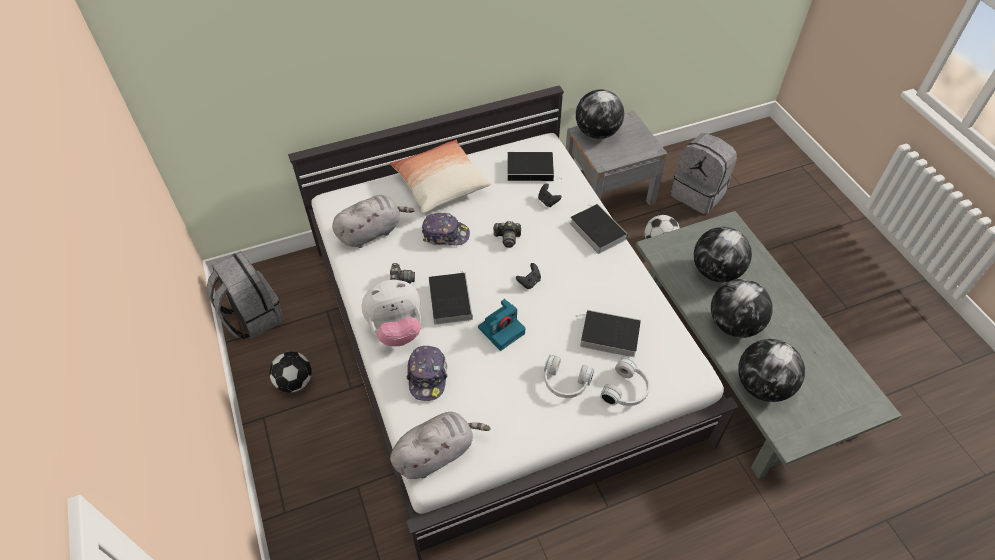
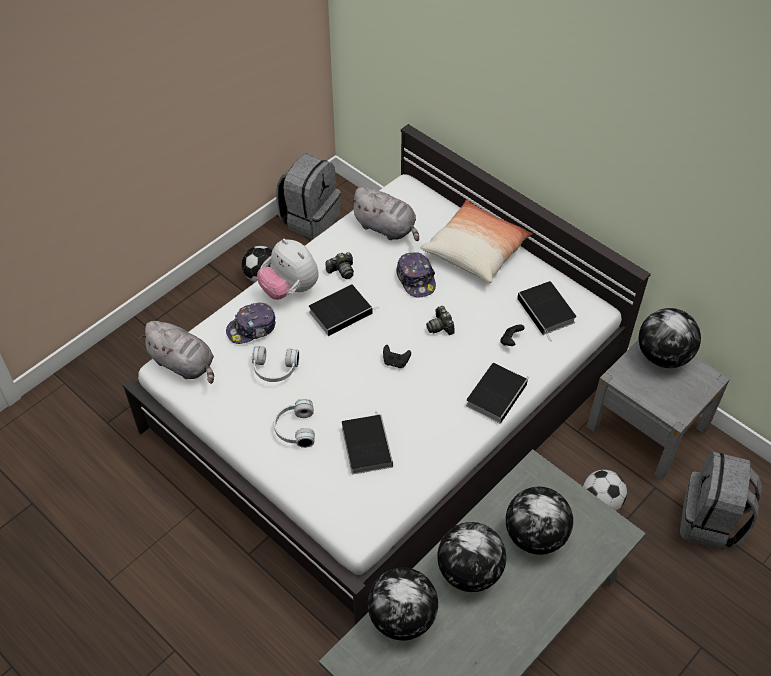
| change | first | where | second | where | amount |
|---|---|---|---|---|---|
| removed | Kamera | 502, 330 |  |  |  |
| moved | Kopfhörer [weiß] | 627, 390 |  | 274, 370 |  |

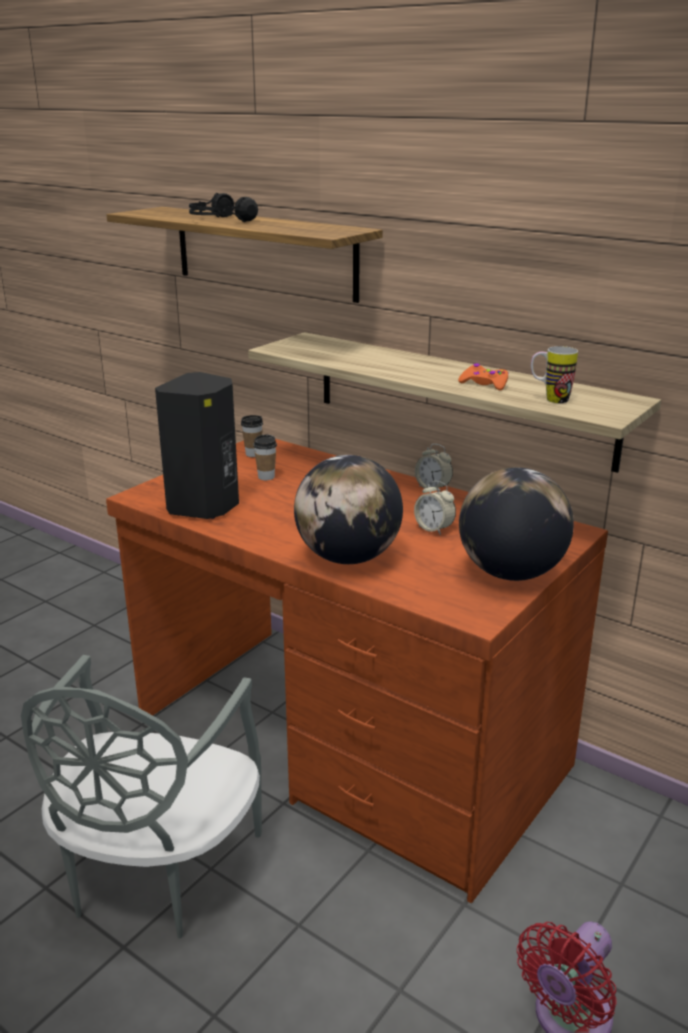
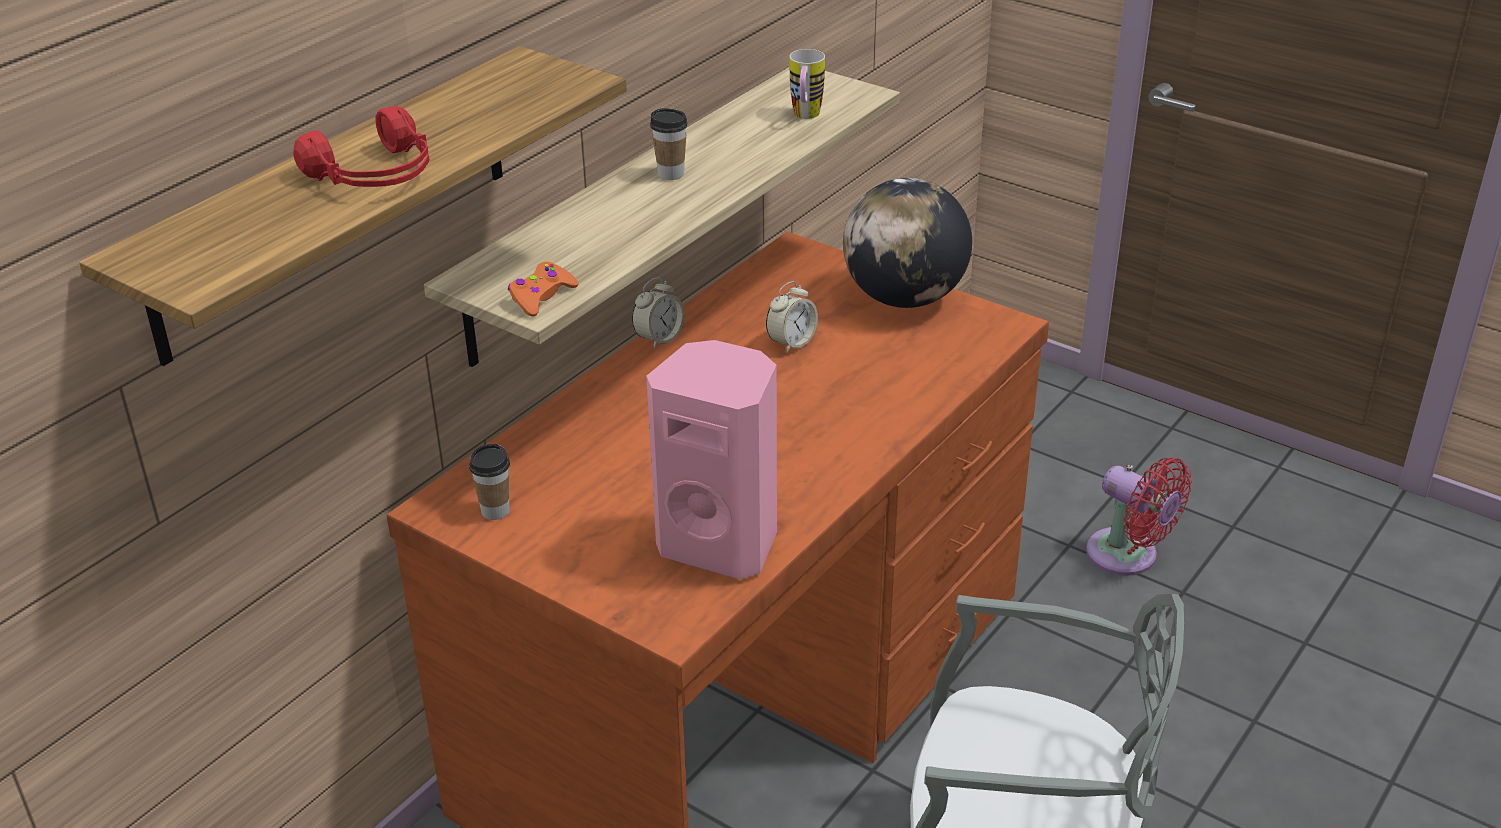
| change | first | where | second | where | amount |
|---|---|---|---|---|---|
| removed | Globus | 348, 558 |  |  |  |
| moved | Tasse | 266, 477 |  | 671, 174 |  |
| moved | Gamepad [orange] | 484, 384 |  | 541, 297 |  |
| recoloured | Lautsprecher [schwarz] | 206, 507 | Lautsprecher [rosa] | 721, 543 |  |
| recoloured | Kopfhörer [schwarz] | 219, 220 | Kopfhörer [rot] | 376, 175 |  |

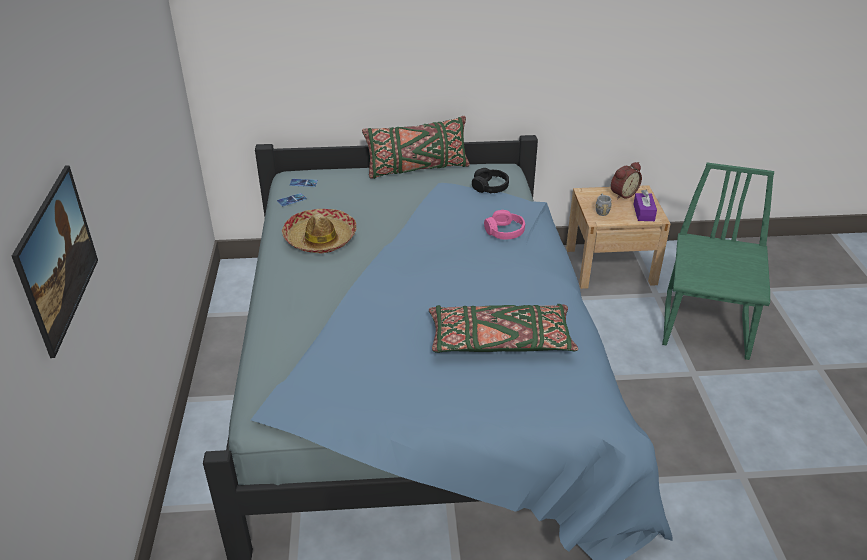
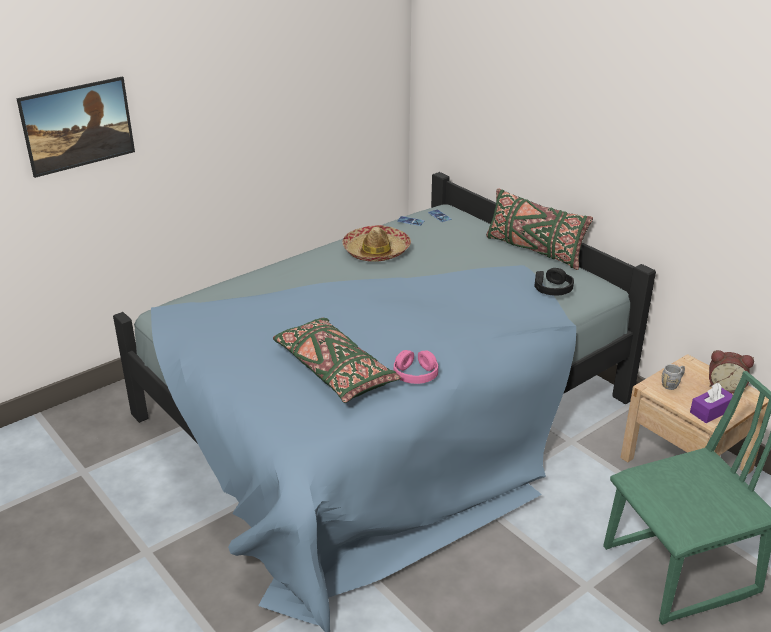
| change | first | where | second | where | amount |
|---|---|---|---|---|---|
| moved | Kopfhörer [rosa] | 504, 231 |  | 415, 374 |  |

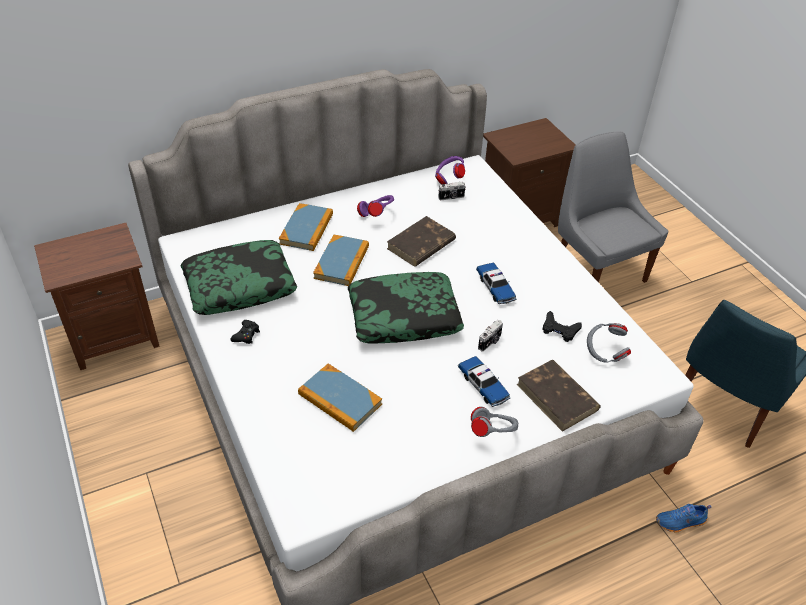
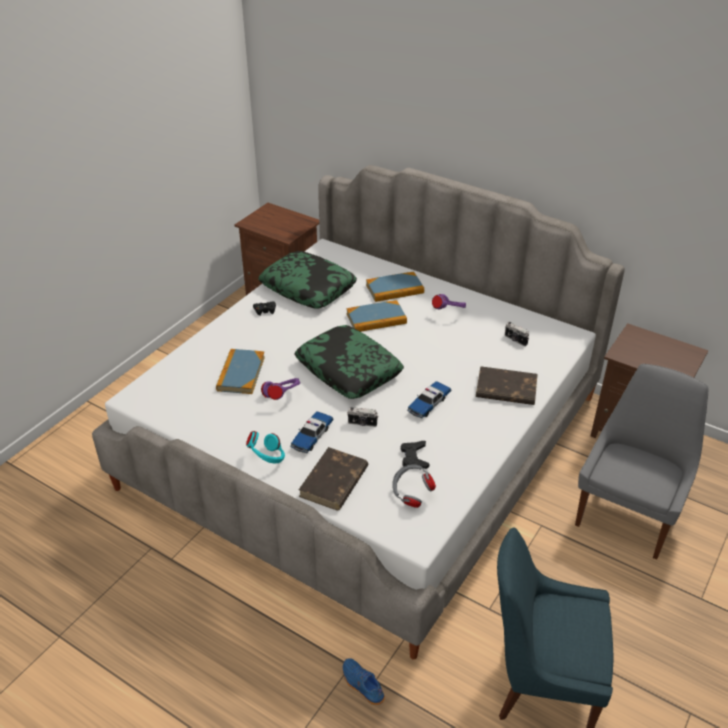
| change | first | where | second | where | amount |
|---|---|---|---|---|---|
| moved | Buch [braun] | 420, 245 |  | 505, 389 |  |
| moved | Kopfhörer [lila] | 449, 179 |  | 282, 397 |  |
| recoloured | Kopfhörer [grau] | 492, 432 | Kopfhörer [türkis] | 267, 458 |  |

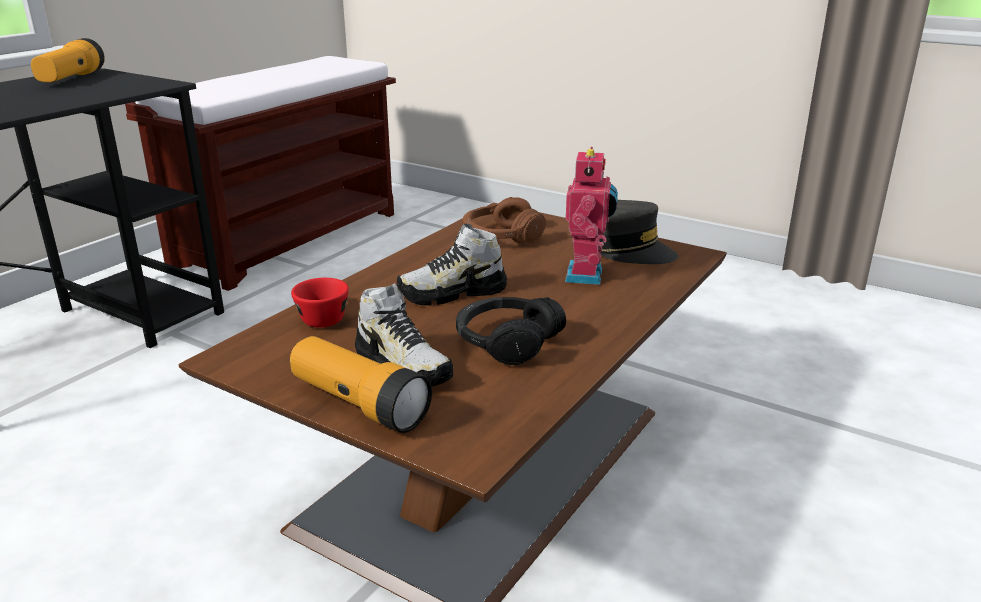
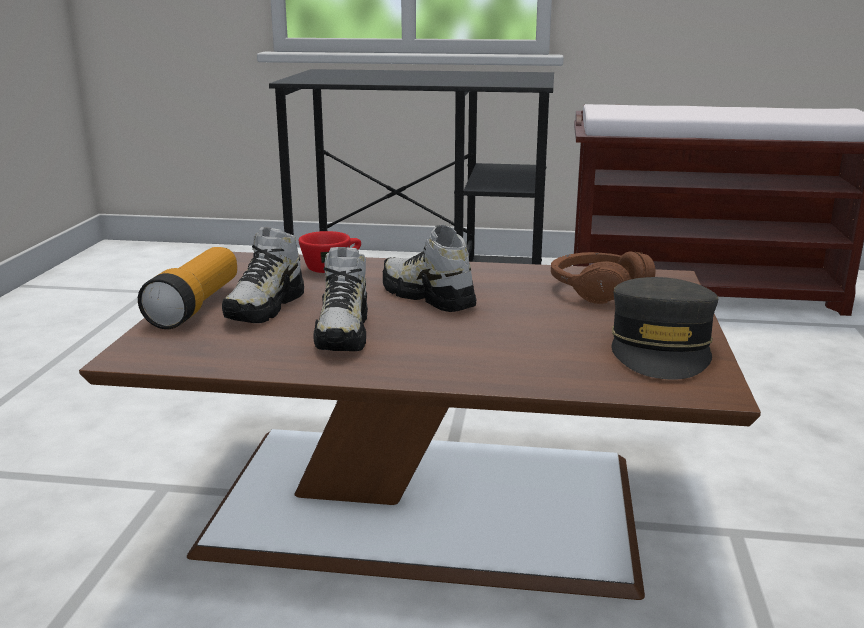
| change | first | where | second | where | amount |
|---|---|---|---|---|---|
| removed | Taschenlampe | 71, 79 |  |  |  |
| removed | Spielzeugroboter | 587, 275 |  |  |  |
| replaced | Kopfhörer [schwarz] | 507, 342 | Schuh | 344, 333 |  |

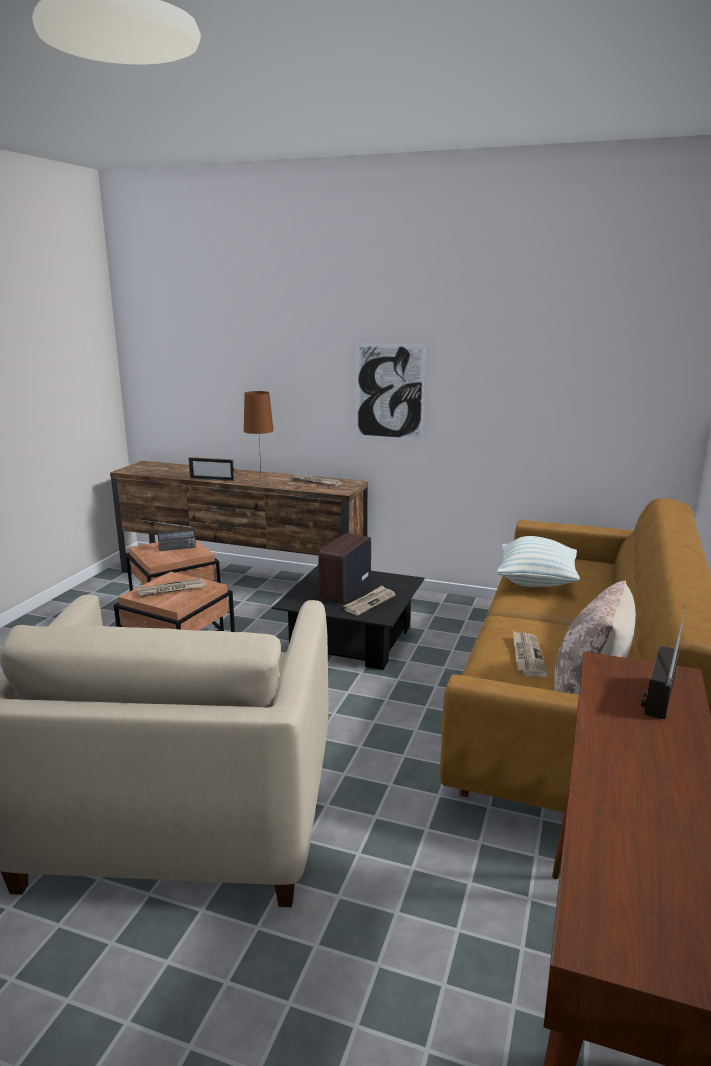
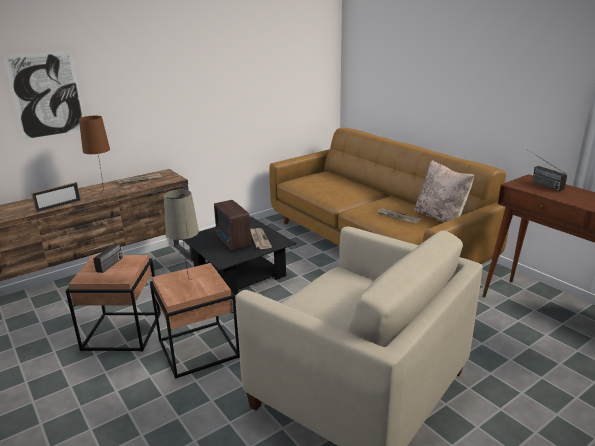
| change | first | where | second | where | amount |
|---|---|---|---|---|---|
| removed | Kissen | 536, 582 |  |  |  |
| moved | Bild | 389, 392 |  | 47, 95 |  |
| replaced | Zeitung | 171, 590 | Tischlampe [beige] | 188, 283 |  |

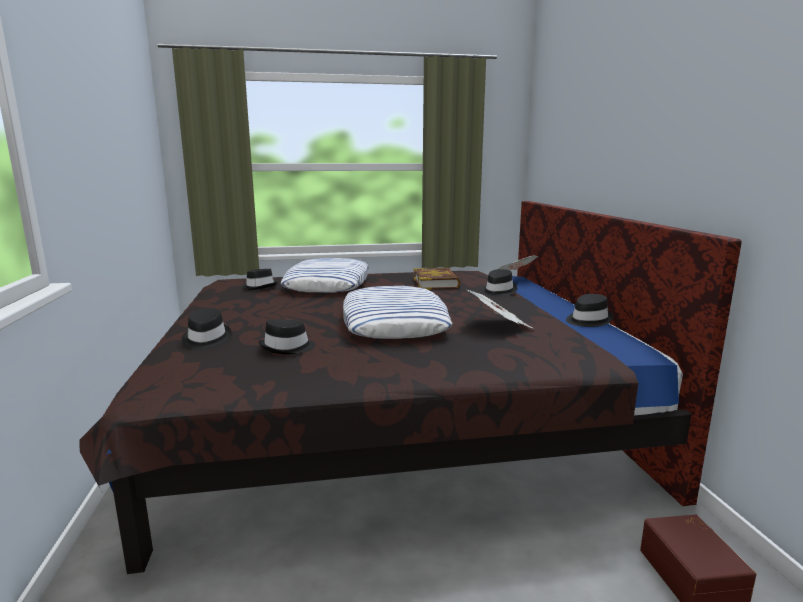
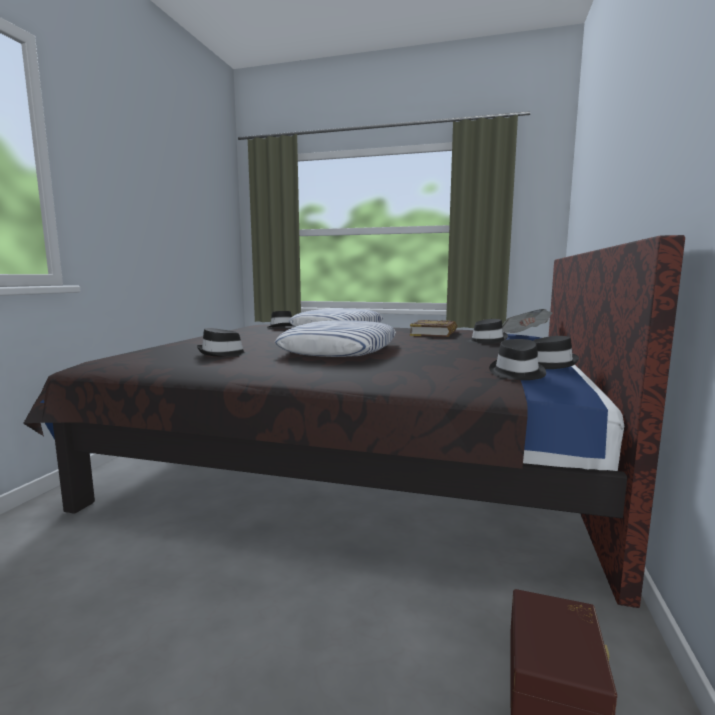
| change | first | where | second | where | amount |
|---|---|---|---|---|---|
| removed | Zeitung | 499, 326 |  |  |  |
| moved | Hut [schwarz] | 205, 339 |  | 516, 373 |  |

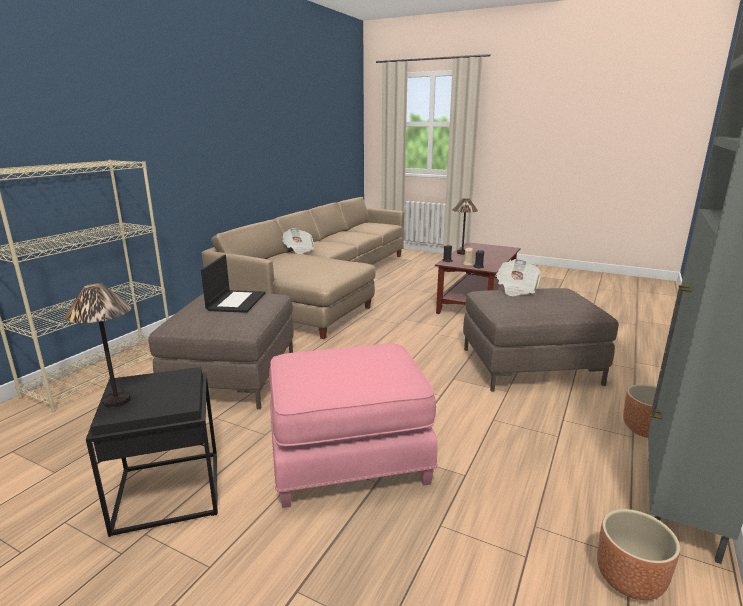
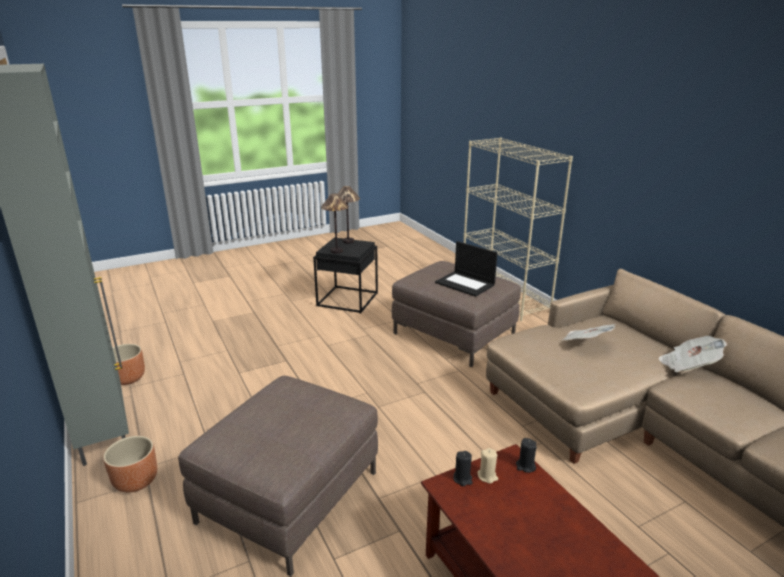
| change | first | where | second | where | amount |
|---|---|---|---|---|---|
| removed | Polsterhocker [rosa] | 348, 461 |  |  |  |
| moved | Tischlampe | 462, 253 |  | 336, 251 |  |
| moved | Zeitung | 516, 289 |  | 585, 344 |  |

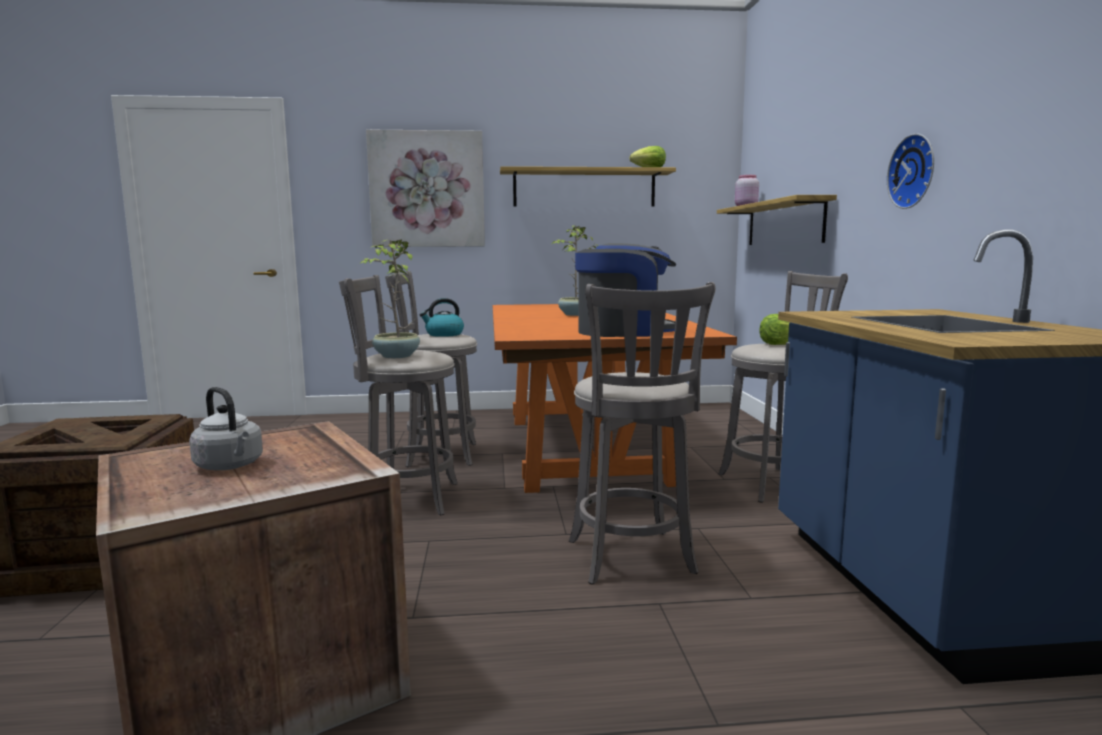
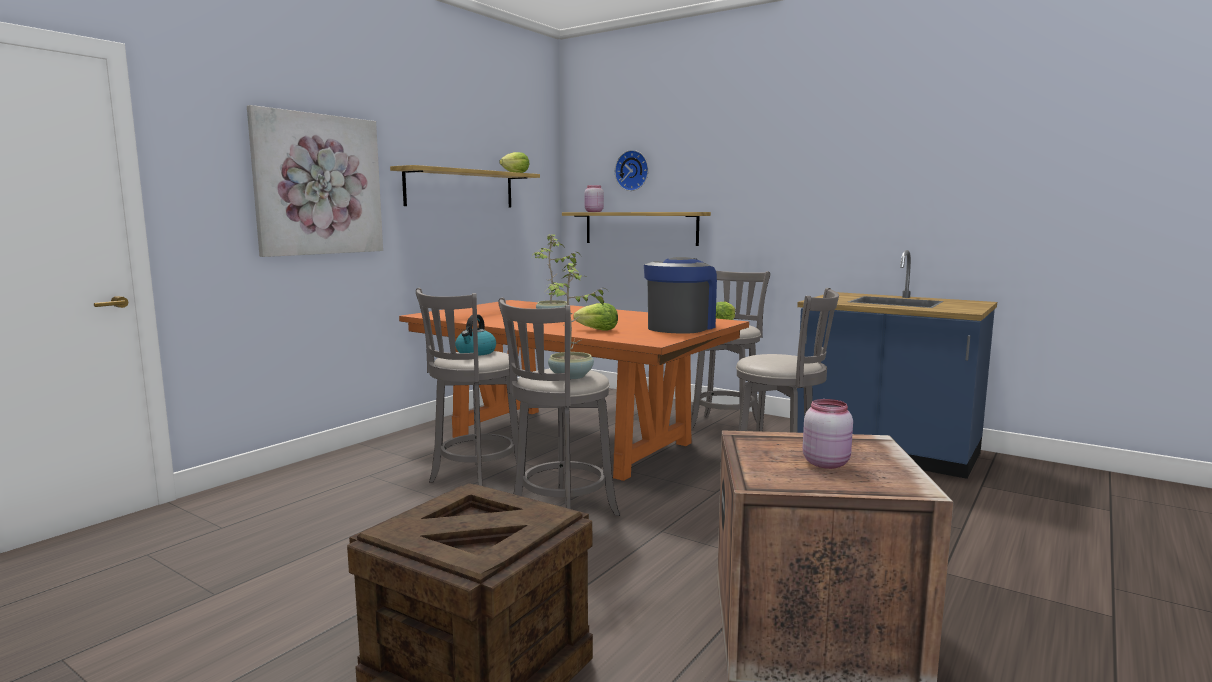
| change | first | where | second | where | amount |
|---|---|---|---|---|---|
| added |  |  | Salatkopf | 598, 330 |  |
| moved | Wanduhr | 915, 171 |  | 633, 170 |  |
| replaced | Wasserkessel [grau] | 230, 466 | Vorratsglas [rosa] | 826, 463 |  |

